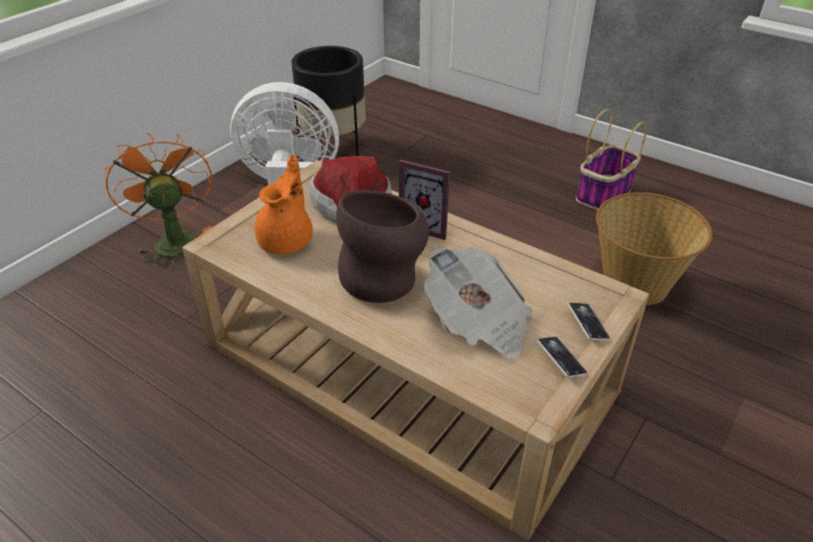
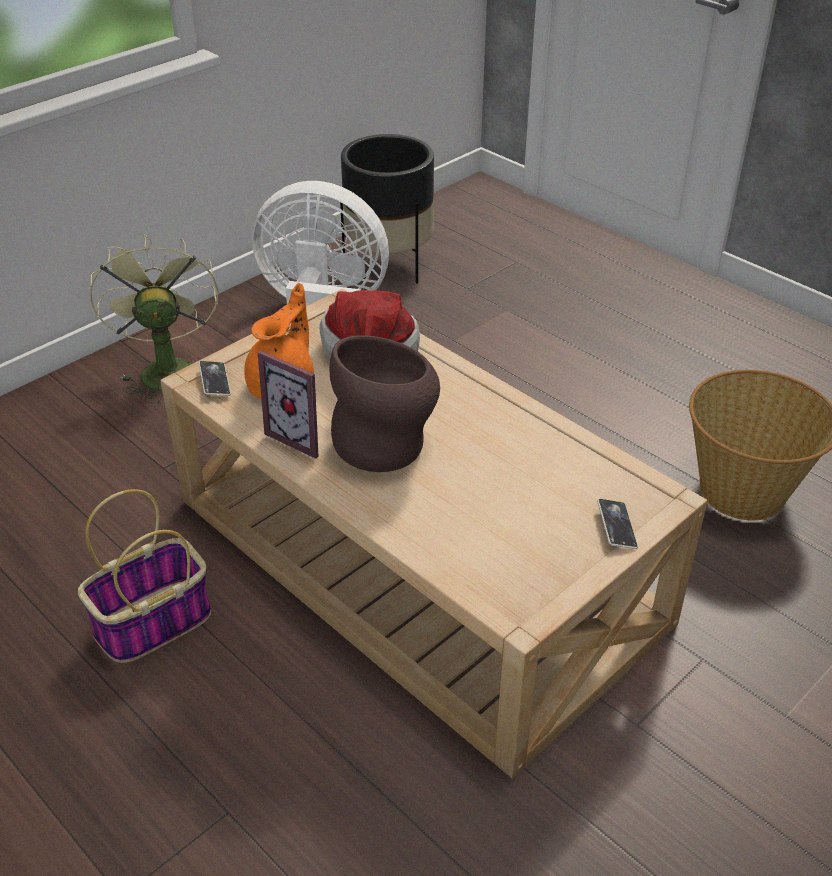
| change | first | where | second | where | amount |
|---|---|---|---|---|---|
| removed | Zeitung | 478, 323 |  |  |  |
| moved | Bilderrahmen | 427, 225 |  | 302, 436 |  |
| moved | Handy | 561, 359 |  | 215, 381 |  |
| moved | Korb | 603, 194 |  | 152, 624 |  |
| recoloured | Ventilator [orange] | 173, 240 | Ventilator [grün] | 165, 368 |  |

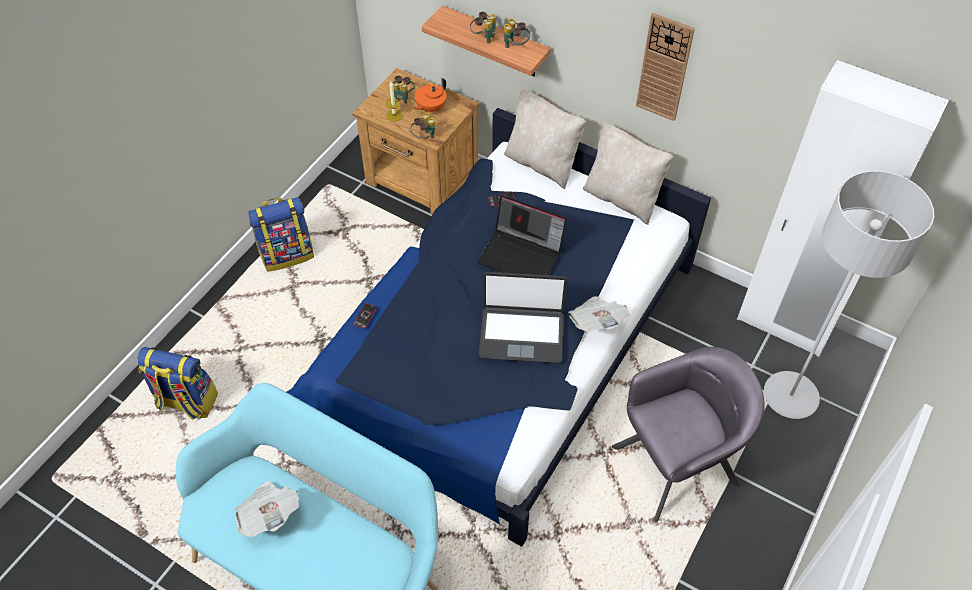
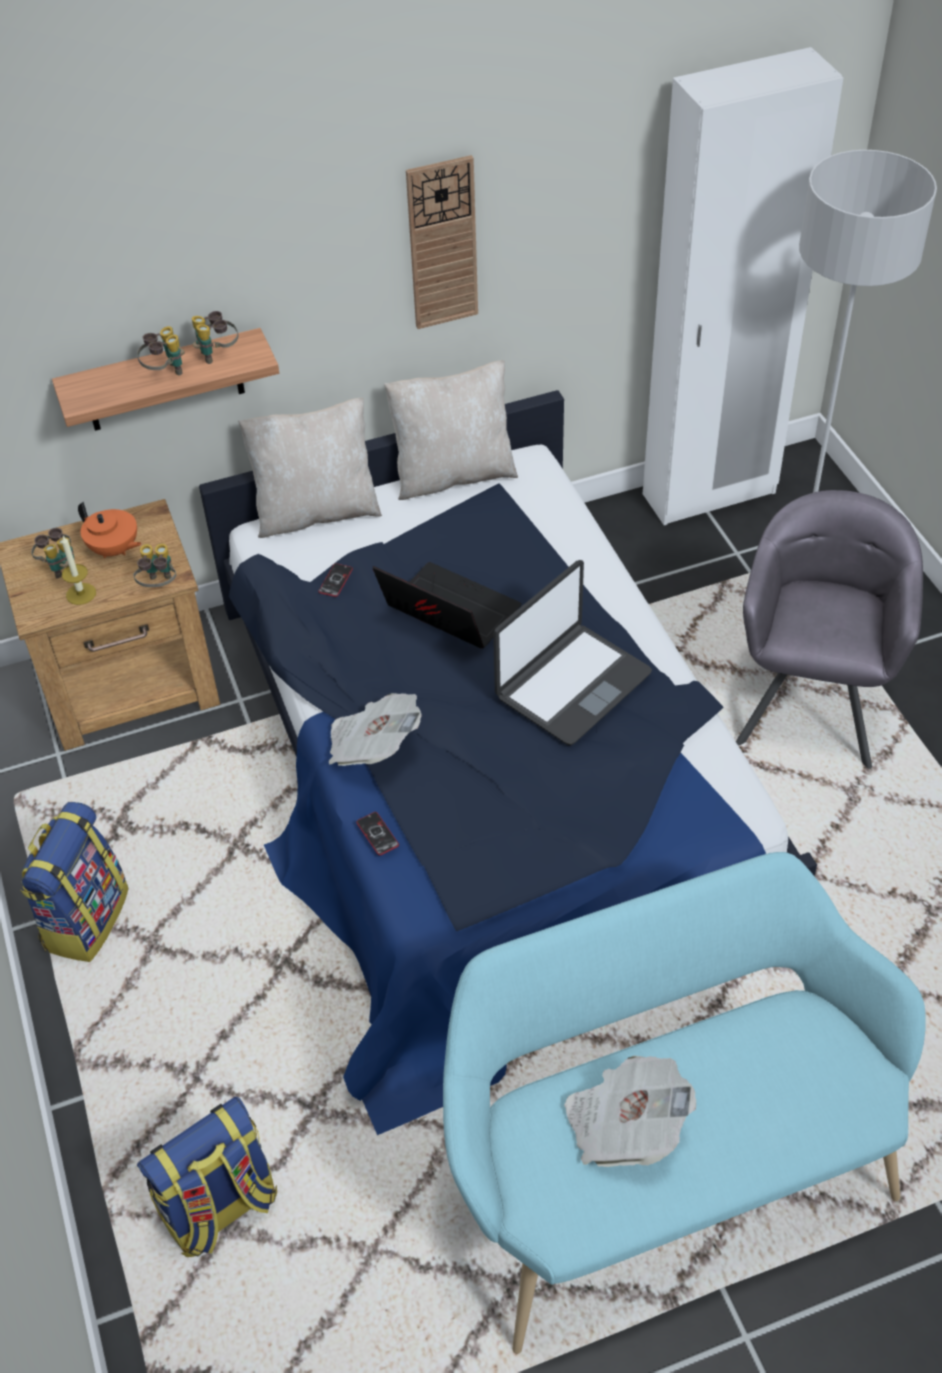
| change | first | where | second | where | amount |
|---|---|---|---|---|---|
| moved | Zeitung | 597, 322 |  | 373, 746 |  |
| turned | Teekanne [orange] | 430, 108 |  | 114, 550 | 45 degrees counterclockwise |
| turned | Laptop | 522, 255 |  | 447, 613 | 120 degrees counterclockwise |

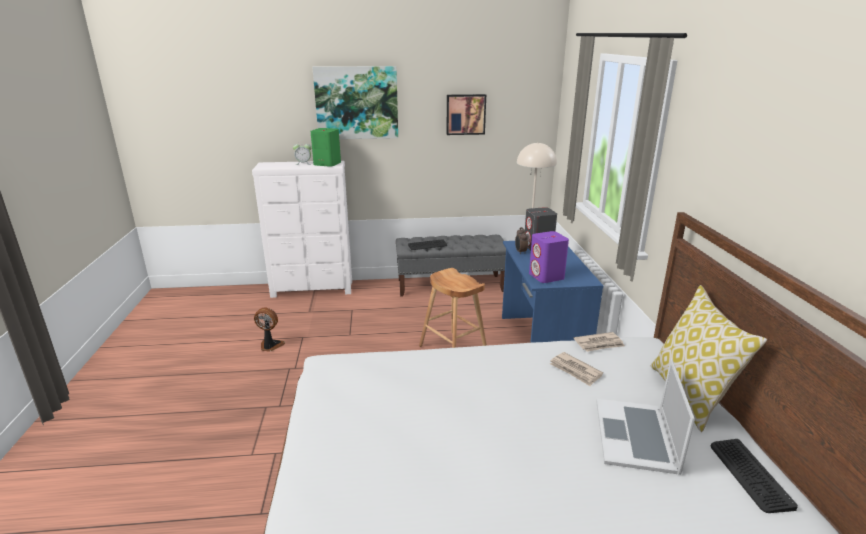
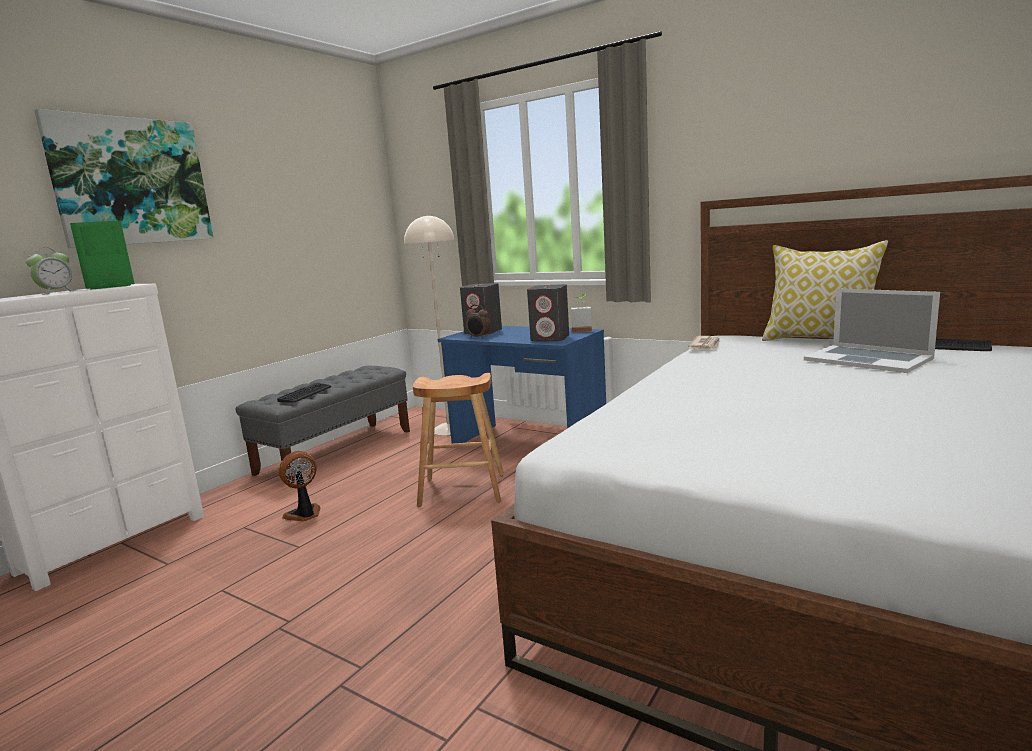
| change | first | where | second | where | amount |
|---|---|---|---|---|---|
| removed | Bild | 465, 114 |  |  |  |
| removed | Zeitung | 575, 371 |  |  |  |
| added |  |  | Topfpflanze | 582, 330 |  |
| moved | Ventilator | 270, 346 |  | 304, 515 |  |
| recoloured | Lautsprecher [lila] | 546, 276 | Lautsprecher [grau] | 550, 338 |  |

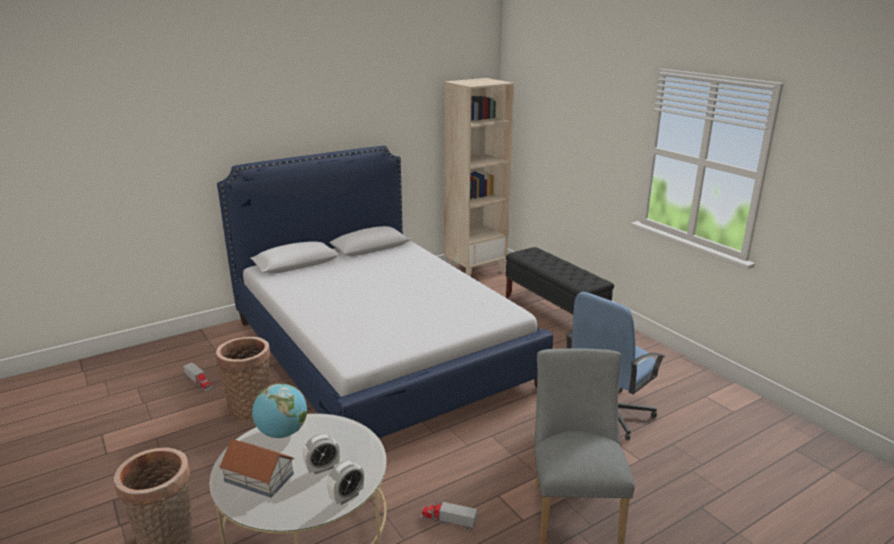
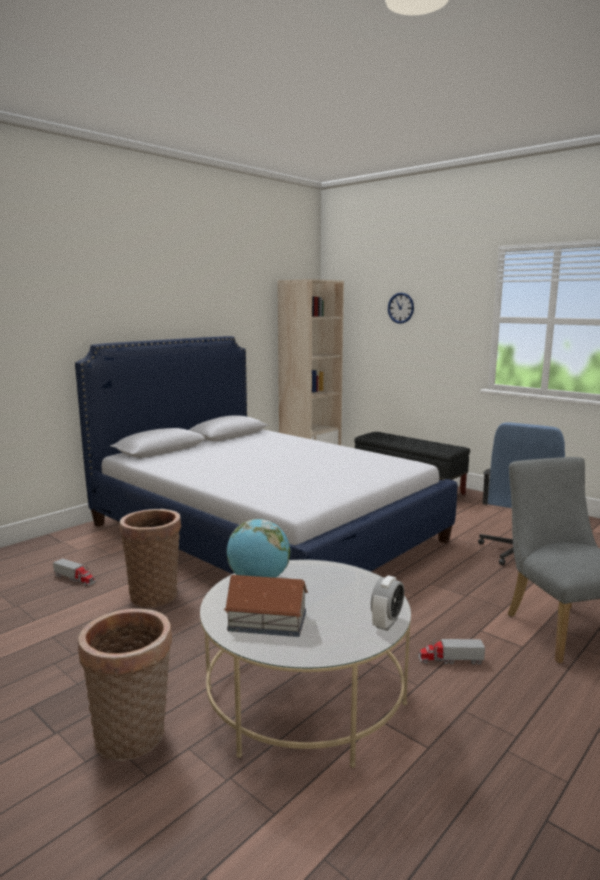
| change | first | where | second | where | amount |
|---|---|---|---|---|---|
| removed | Wecker | 322, 468 |  |  |  |
| added |  |  | Wanduhr | 400, 308 |  |

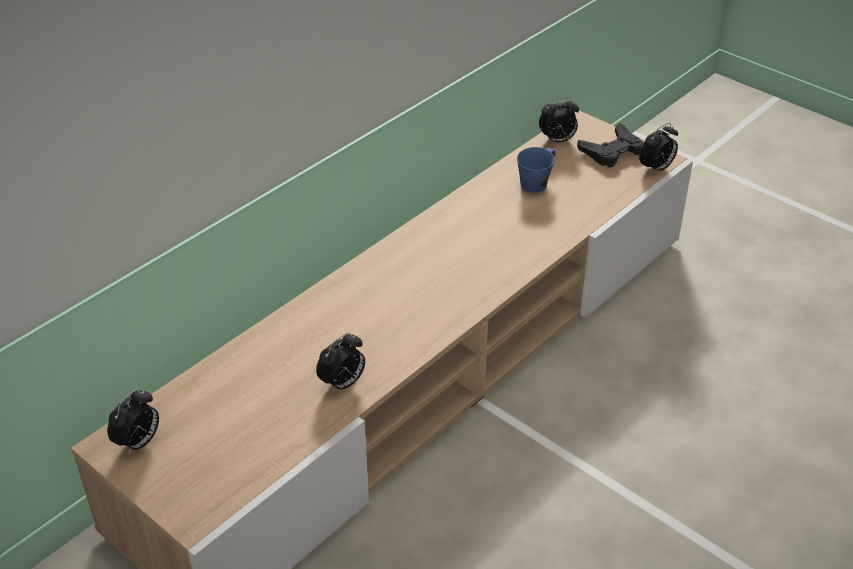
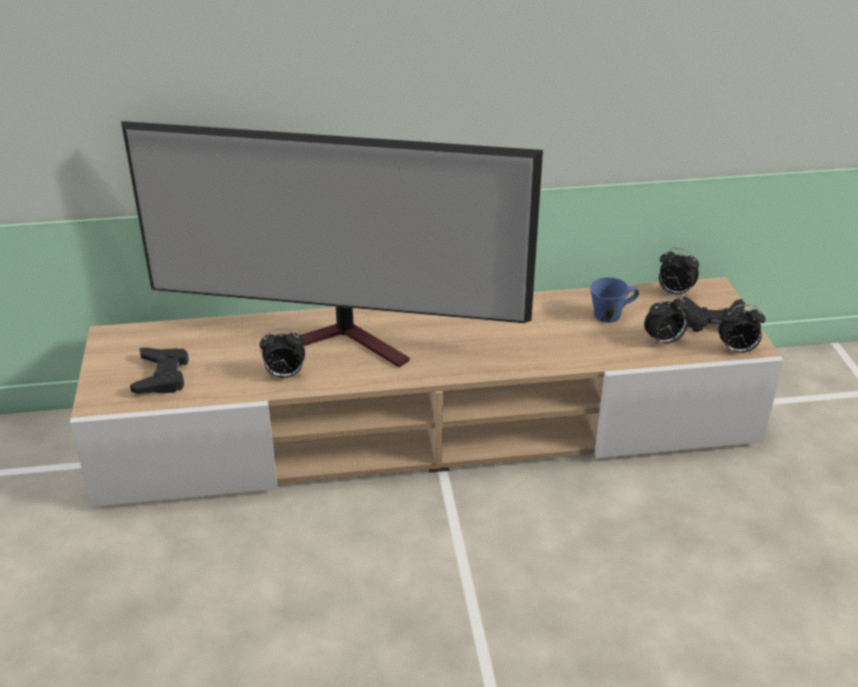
| change | first | where | second | where | amount |
|---|---|---|---|---|---|
| added |  |  | Fernseher | 346, 342 |  |
| added |  |  | Gamepad [schwarz] | 162, 376 |  |
| moved | Wecker | 138, 443 |  | 663, 341 |  |

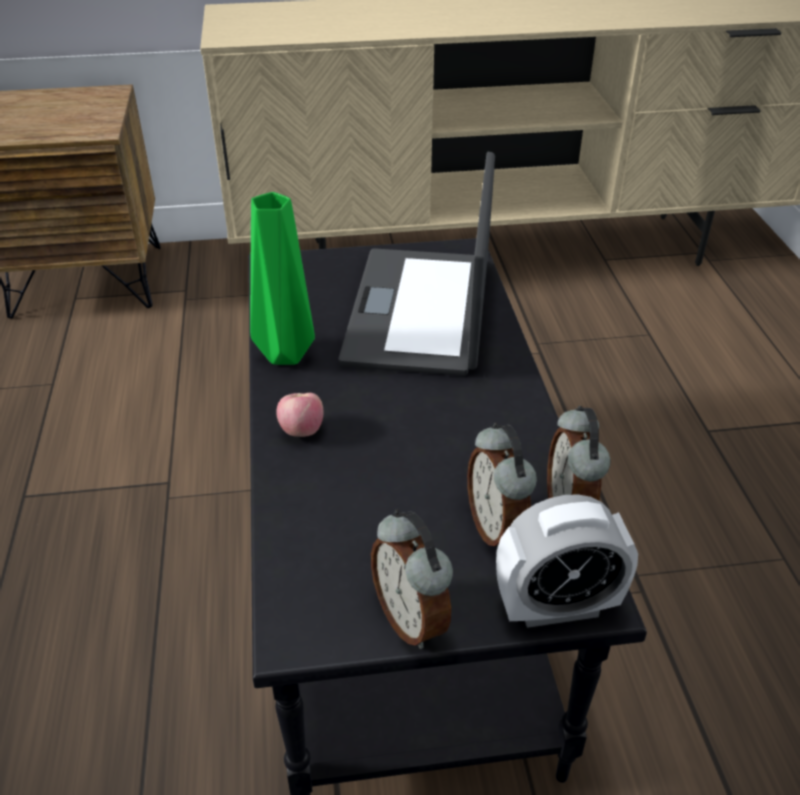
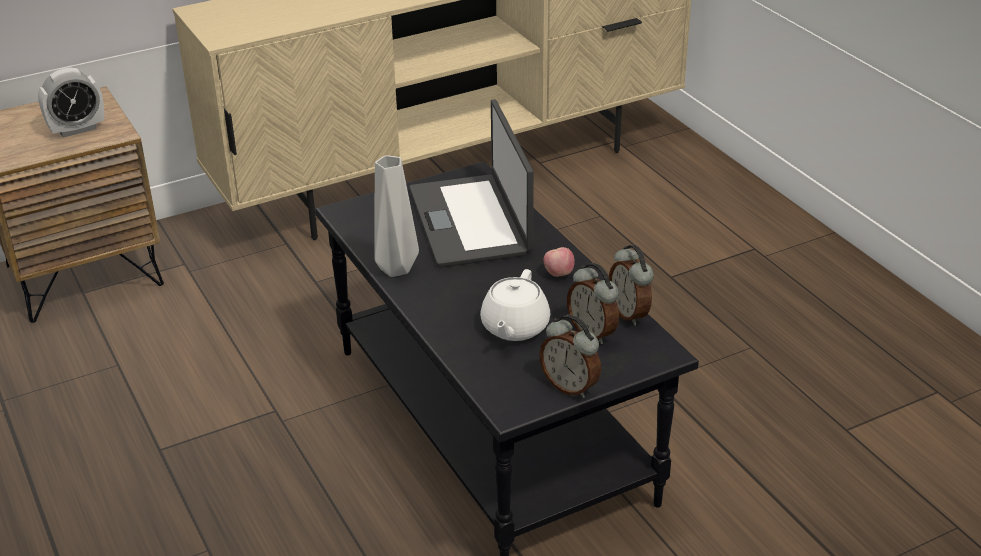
| change | first | where | second | where | amount |
|---|---|---|---|---|---|
| added |  |  | Teekanne [weiß] | 514, 327 |  |
| moved | Apfel | 302, 430 |  | 558, 274 |  |
| moved | Wecker | 557, 606 |  | 77, 129 |  |
| recoloured | Vase [grün] | 288, 355 | Vase [grau] | 398, 269 |  |

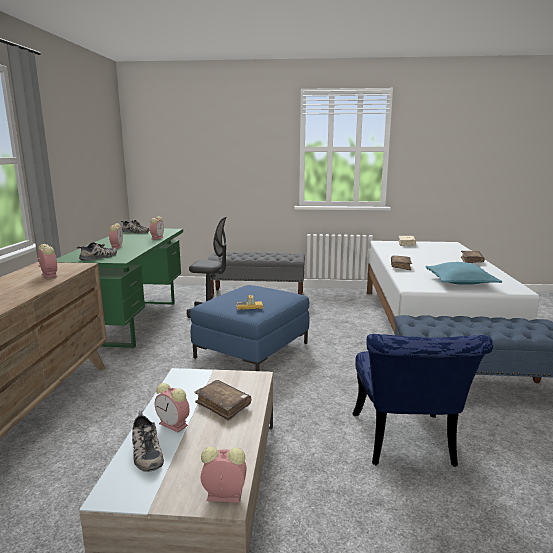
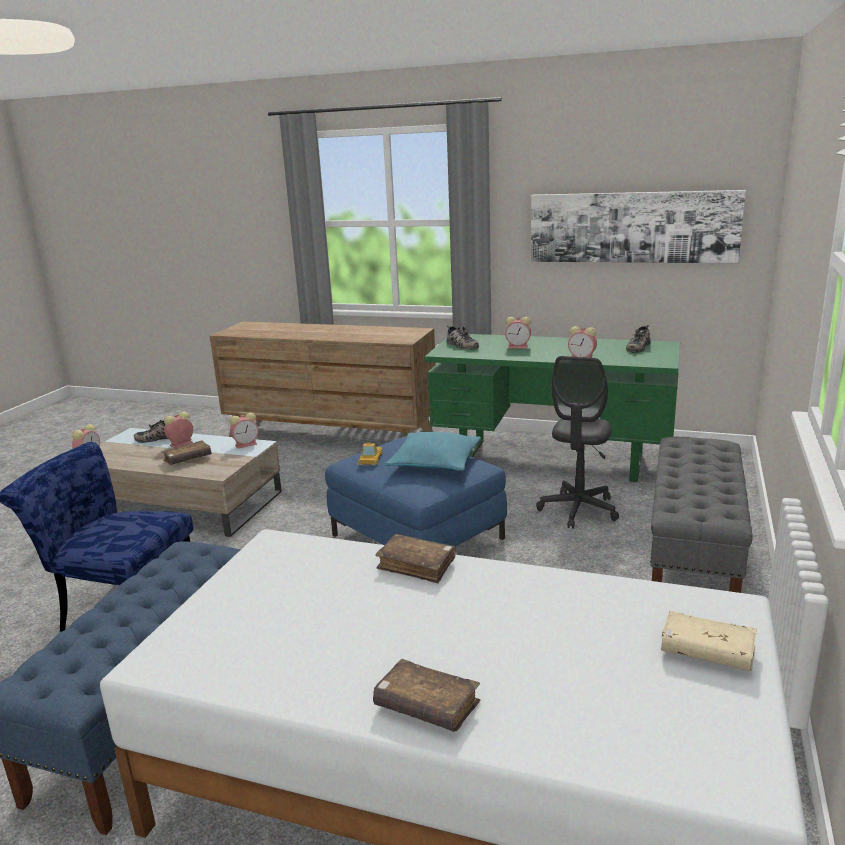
| change | first | where | second | where | amount |
|---|---|---|---|---|---|
| added |  |  | Bild | 632, 227 |  |
| moved | Wecker | 49, 275 |  | 247, 444 |  |
| moved | Kissen [türkis] | 460, 282 |  | 435, 462 |  |

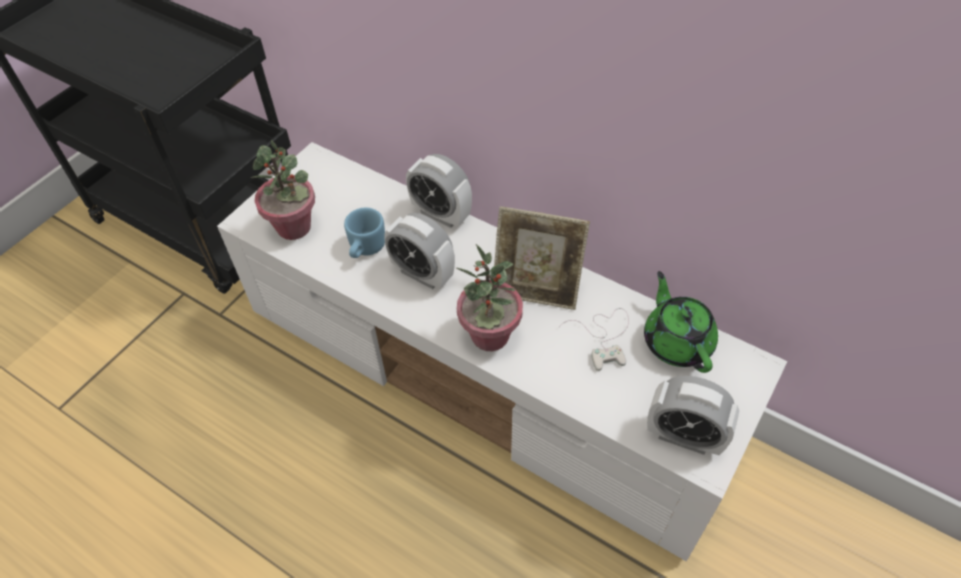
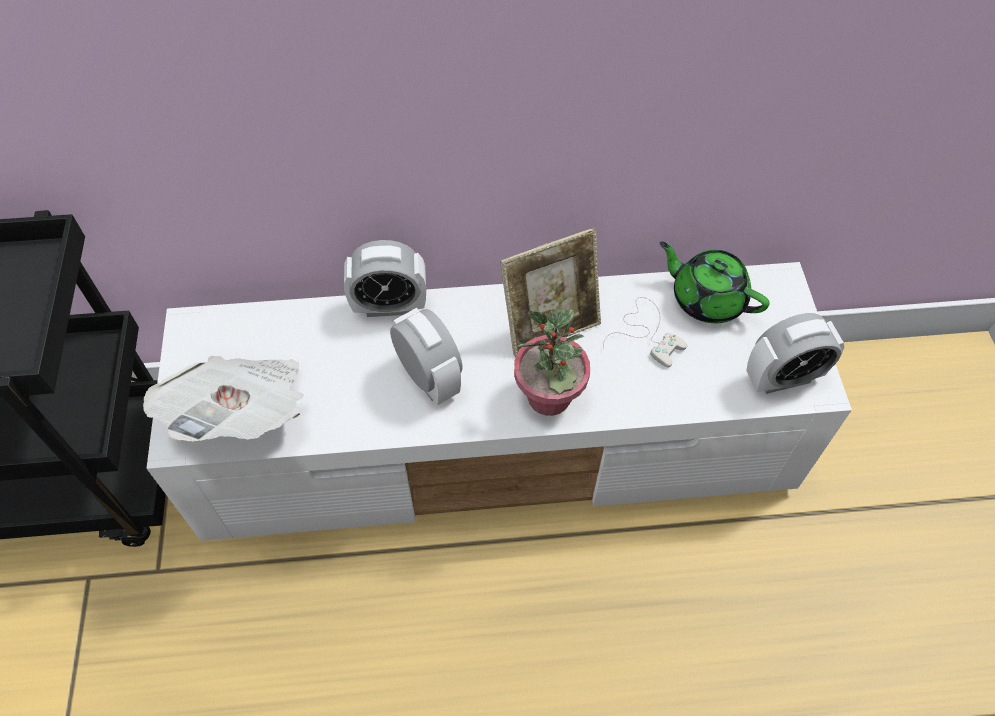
| change | first | where | second | where | amount |
|---|---|---|---|---|---|
| removed | Henkelbecher [blau] | 365, 249 |  |  |  |
| replaced | Topfpflanze | 294, 227 | Zeitung | 243, 413 |  |
| turned | Wecker | 422, 274 |  | 429, 378 | 120 degrees counterclockwise |

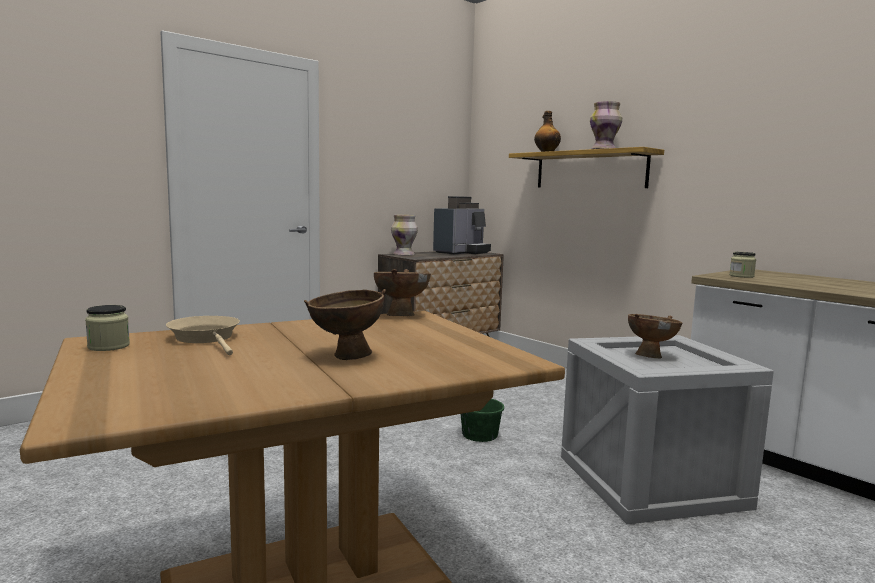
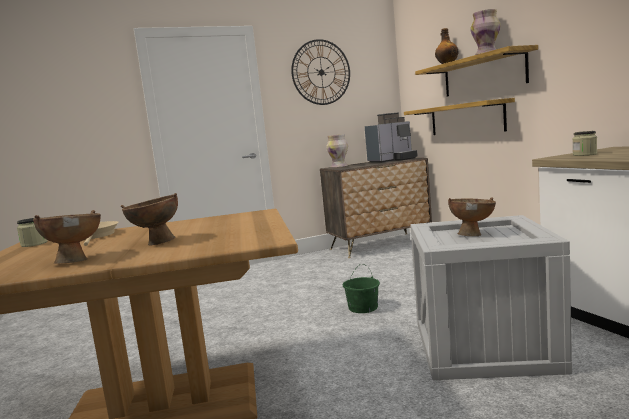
| change | first | where | second | where | amount |
|---|---|---|---|---|---|
| added |  |  | Wanduhr | 321, 72 |  |
| added |  |  | Wandregal | 466, 118 |  |
| moved | Schüssel [braun] | 401, 315 |  | 77, 260 |  |

